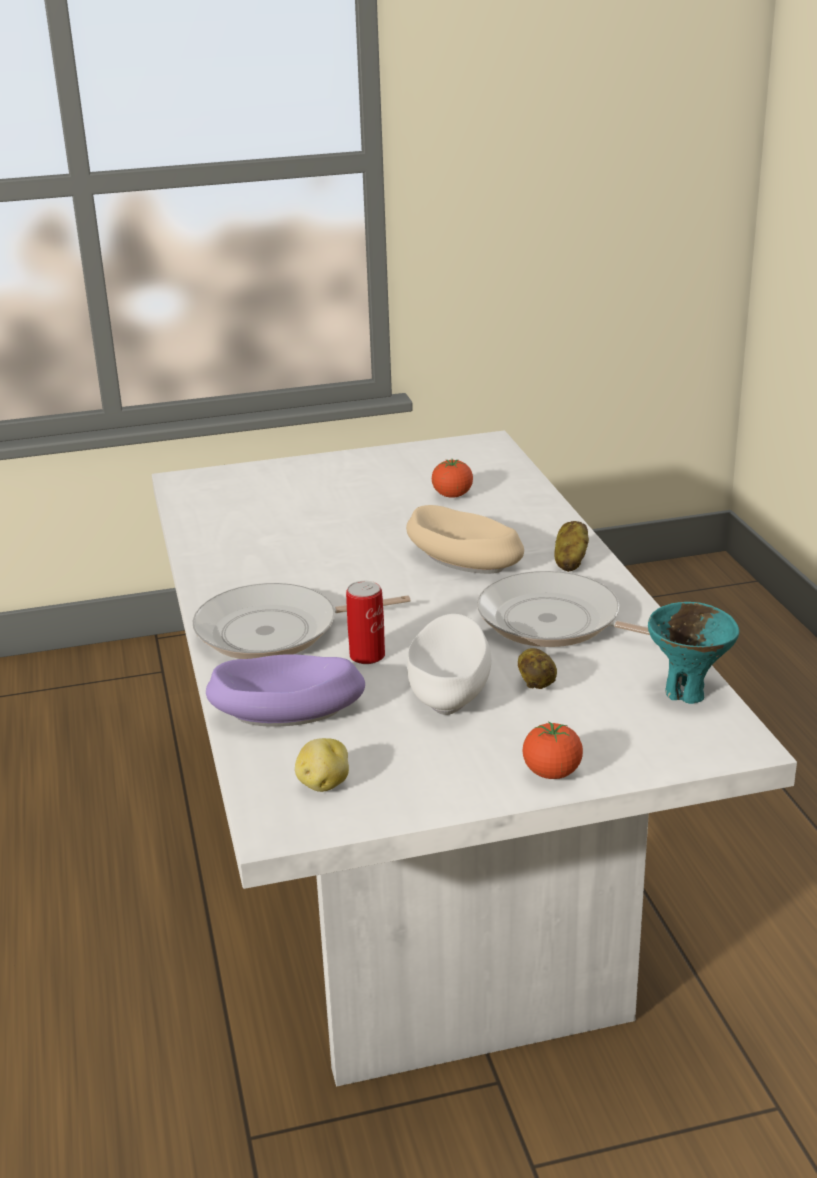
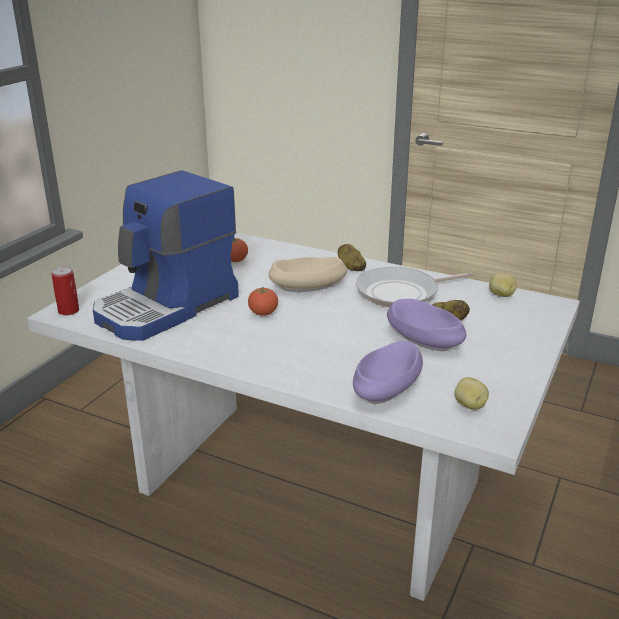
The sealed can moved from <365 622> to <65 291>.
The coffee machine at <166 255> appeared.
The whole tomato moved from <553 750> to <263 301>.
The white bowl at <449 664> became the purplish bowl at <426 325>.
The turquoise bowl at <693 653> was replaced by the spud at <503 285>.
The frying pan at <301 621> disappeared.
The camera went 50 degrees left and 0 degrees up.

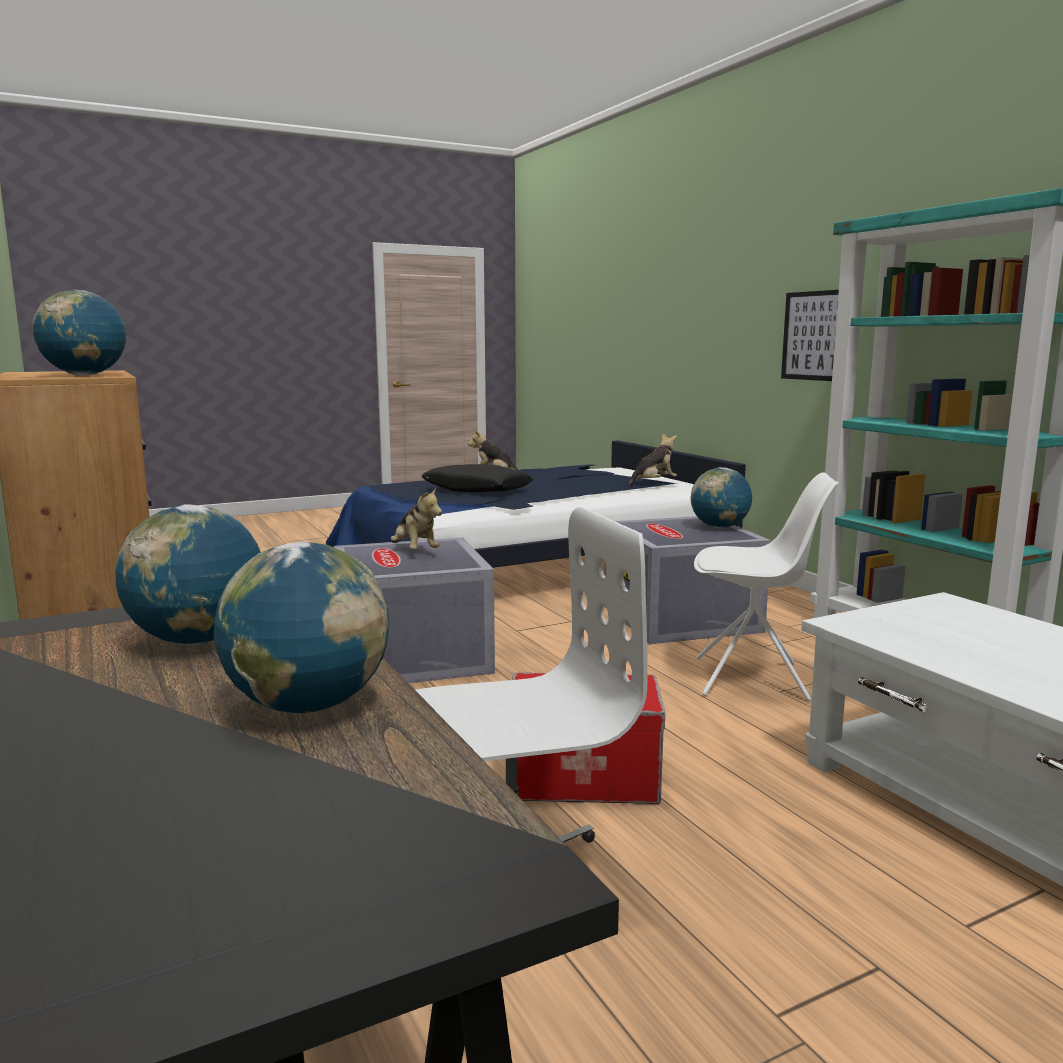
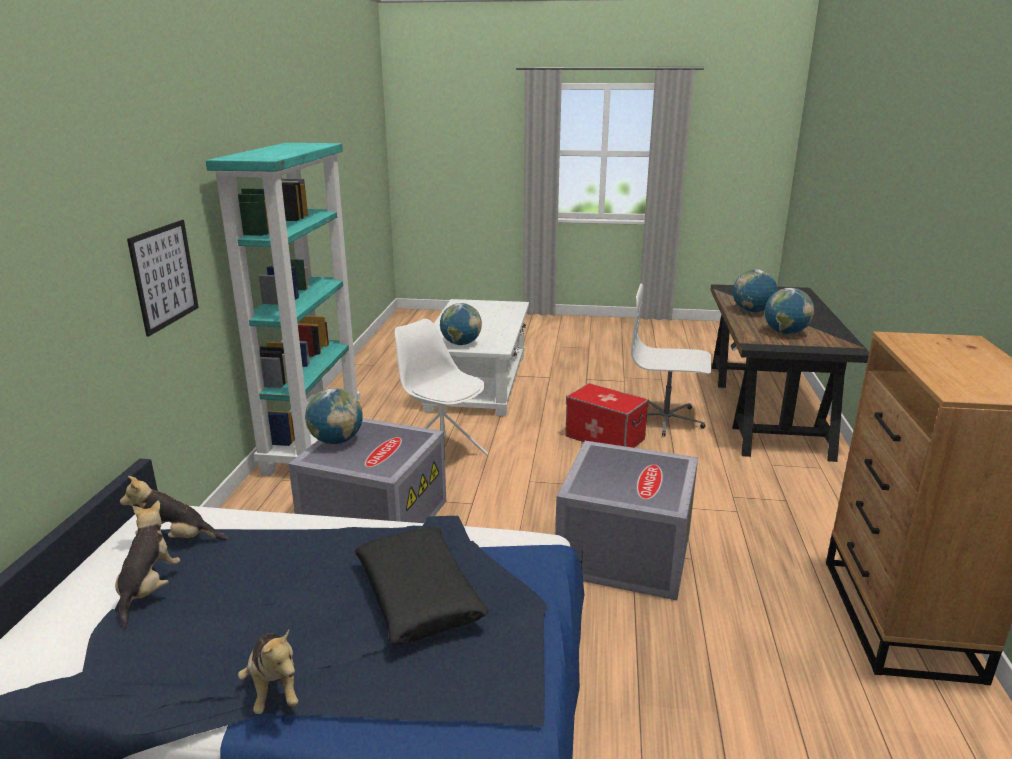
The soft toy moved from <416 518> to <147 564>.
The desk globe moved from <79 333> to <461 324>.
The camera went 145 degrees left and 10 degrees up.

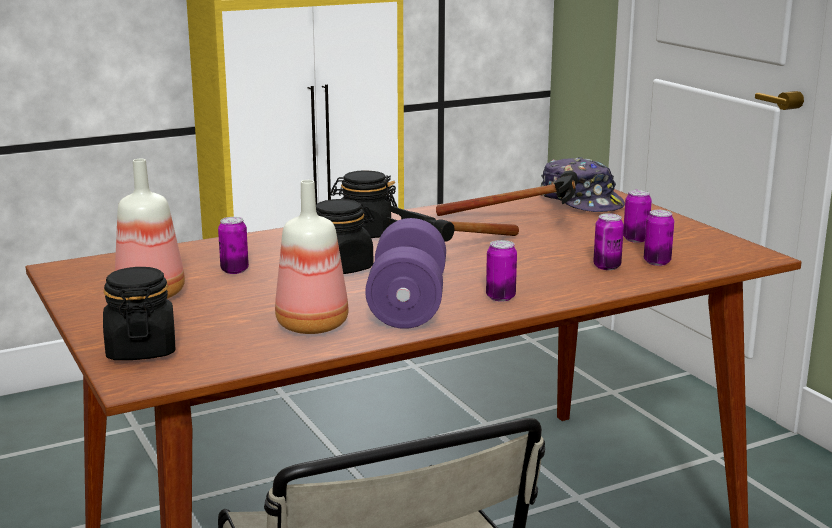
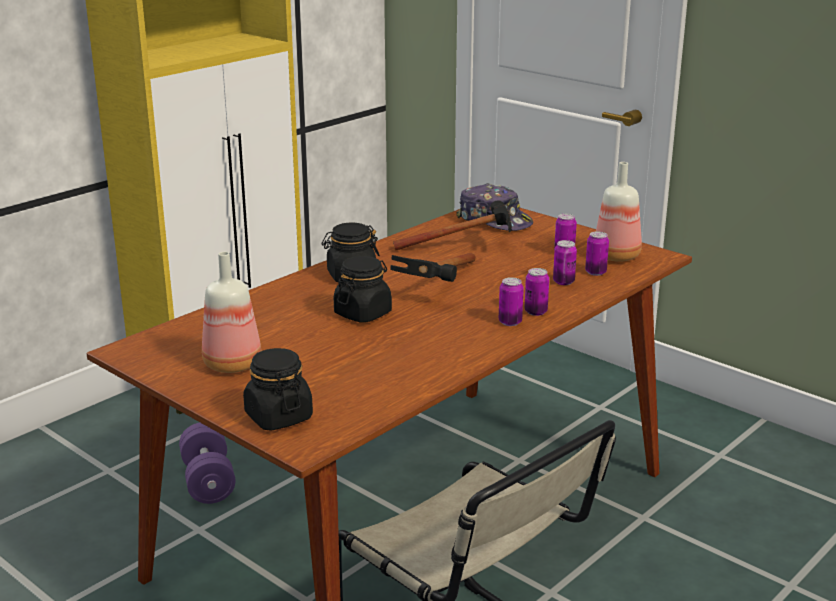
The purplish hand weight moved from <405 273> to <207 463>.
The sealed can moved from <233 245> to <536 292>.
The beverage bottle moved from <311 257> to <619 212>.
The camera went 20 degrees left and 5 degrees up.

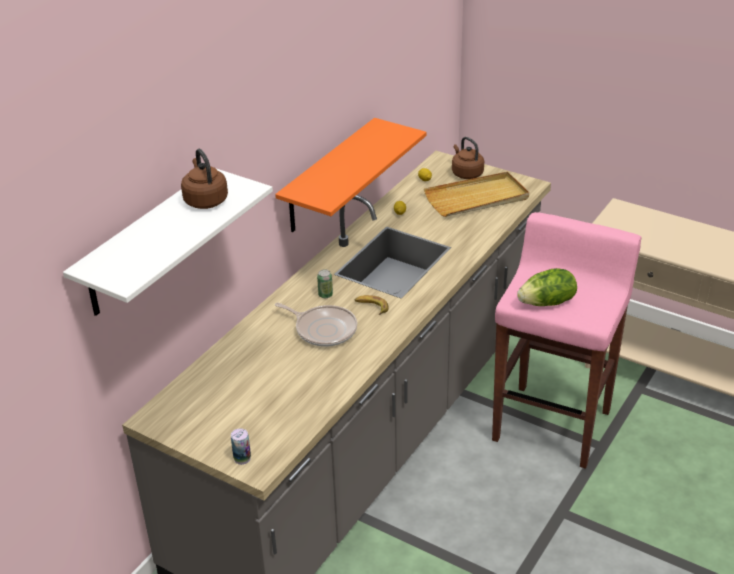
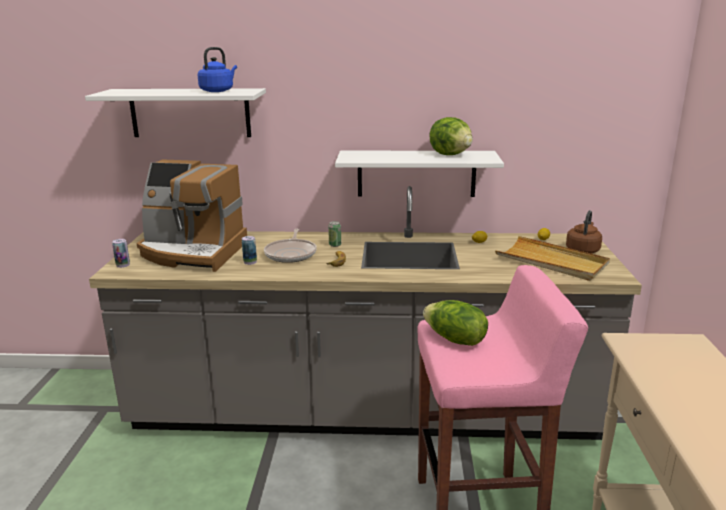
The coffee machine at <192 215> appeared.
The brownish water kettle at <204 179> became the bluish water kettle at <217 69>.
The sealed can at <249 250> appeared.
The orangey bracket shelf at <350 175> became the white bracket shelf at <419 174>.
The lettuce at <451 136> appeared.
The camera went 60 degrees right and 15 degrees down.

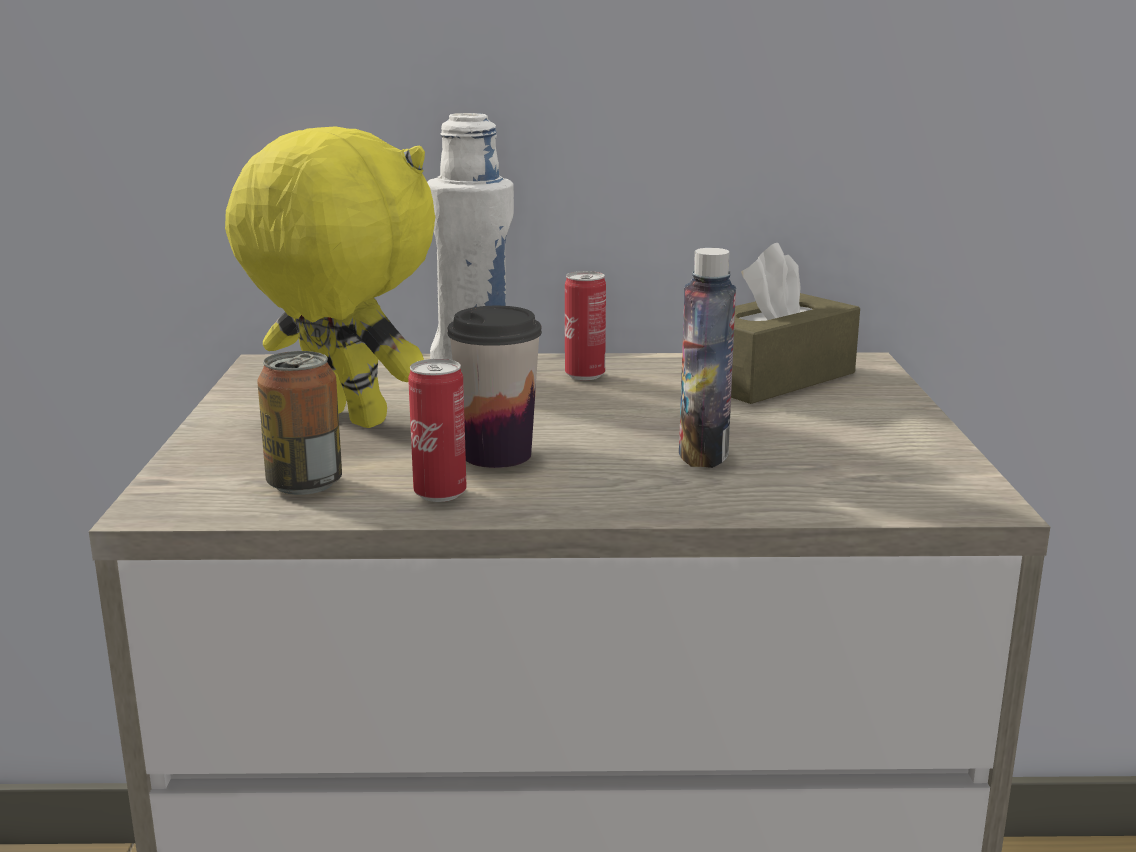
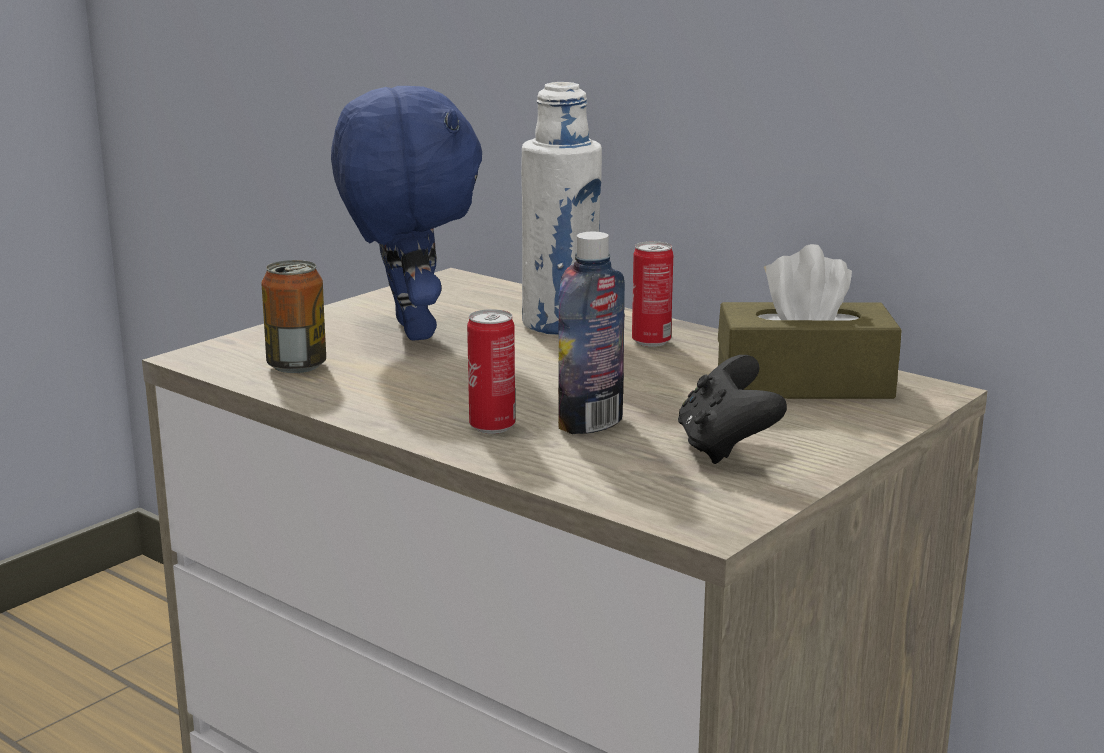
The yellow soft toy at <330 277> became the bluish soft toy at <406 213>.
The sealed can moved from <437 430> to <491 371>.
The black gamepad at <732 409> appeared.
The small cup at <494 387> disappeared.
The camera went 40 degrees right and 0 degrees up.

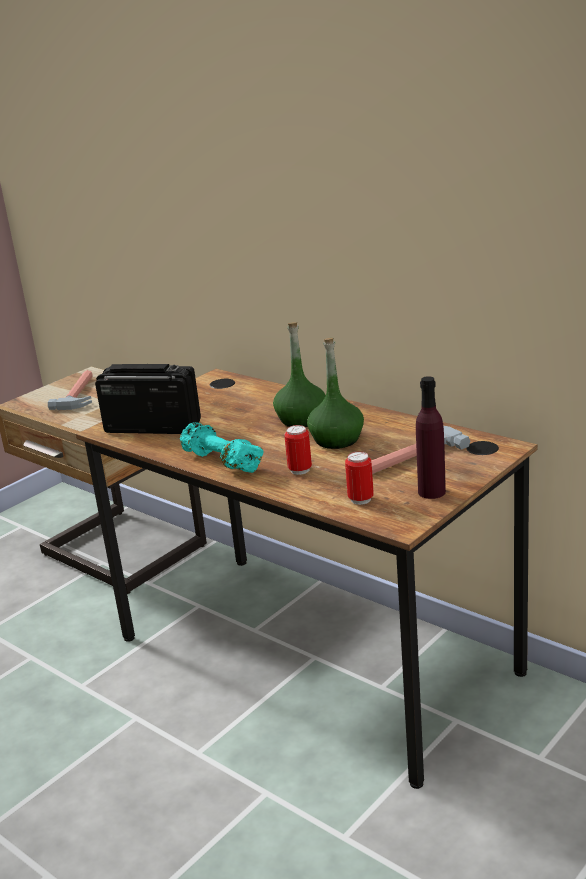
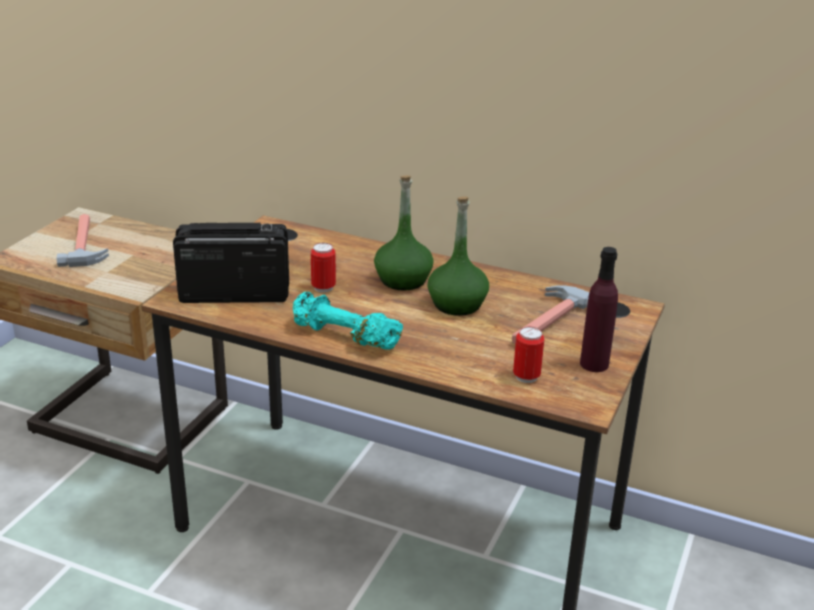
The sealed can moved from <298 450> to <323 268>.
The camera went 20 degrees left and 5 degrees up.

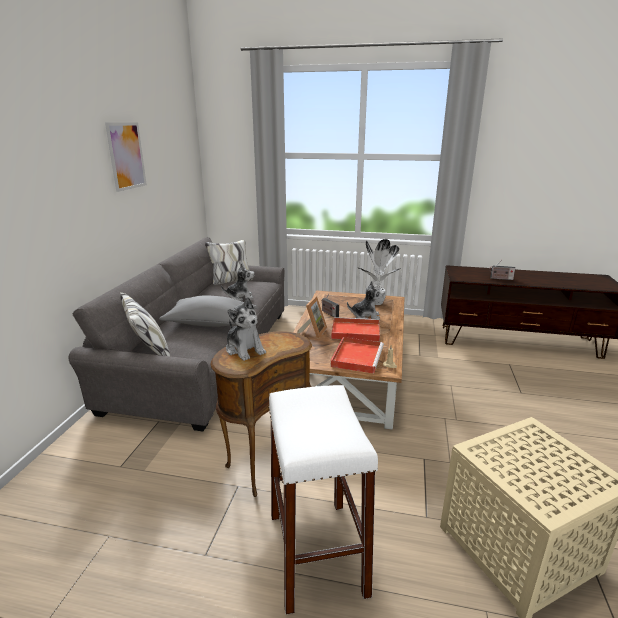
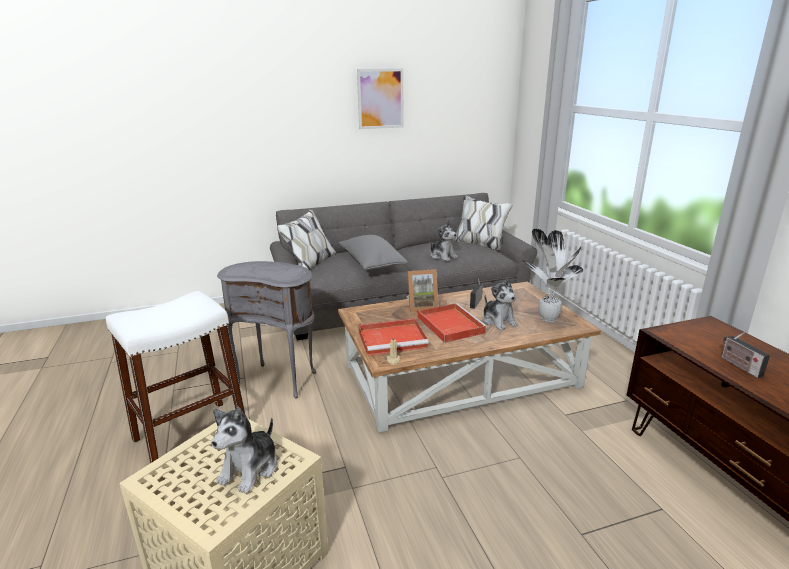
The soft toy moved from <246 329> to <244 450>.
The brownish accent table at <261 414> became the grey accent table at <266 330>.
The camera went 60 degrees right and 0 degrees up.

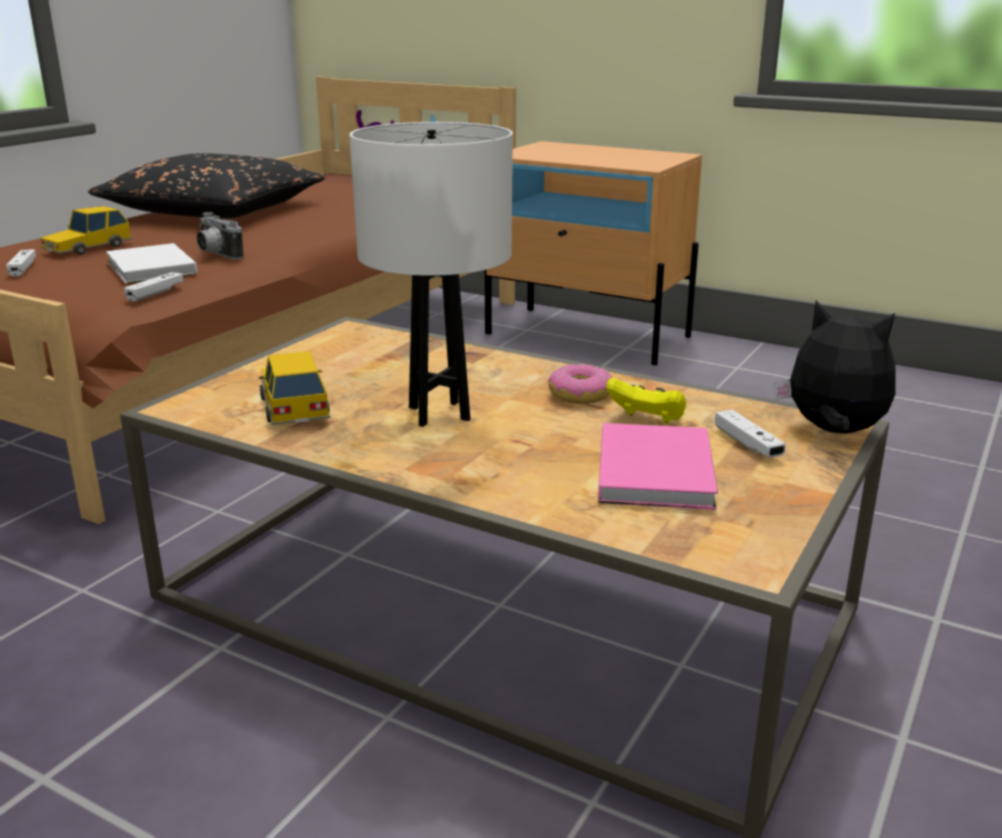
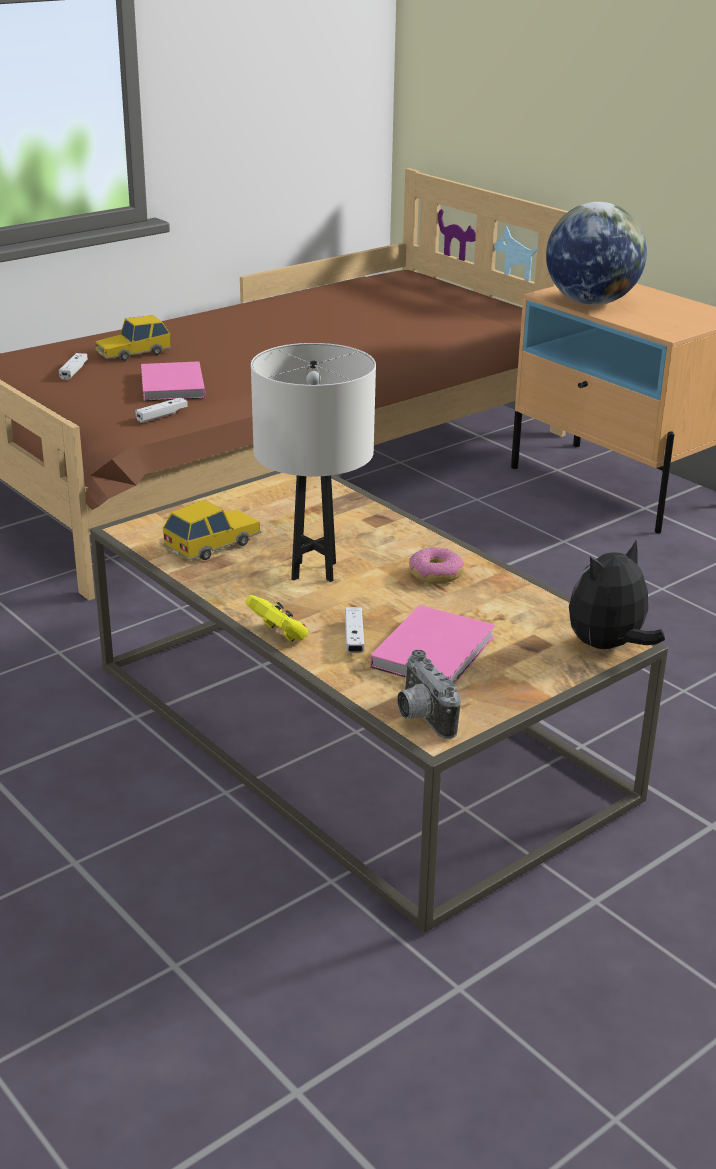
The white volume at <151 263> became the pink-coloured volume at <173 381>.
The toy car at <295 388> turned 45 degrees clockwise.
The yellow gamepad moved from <646 400> to <276 618>.
The white gamepad moved from <750 434> to <354 630>.
The still camera moved from <220 236> to <429 694>.
The desk globe at <596 253> appeared.
The soft toy at <834 367> turned 90 degrees counterclockwise.
The black pillow at <206 185> disappeared.
The camera went 20 degrees right and 5 degrees up.

